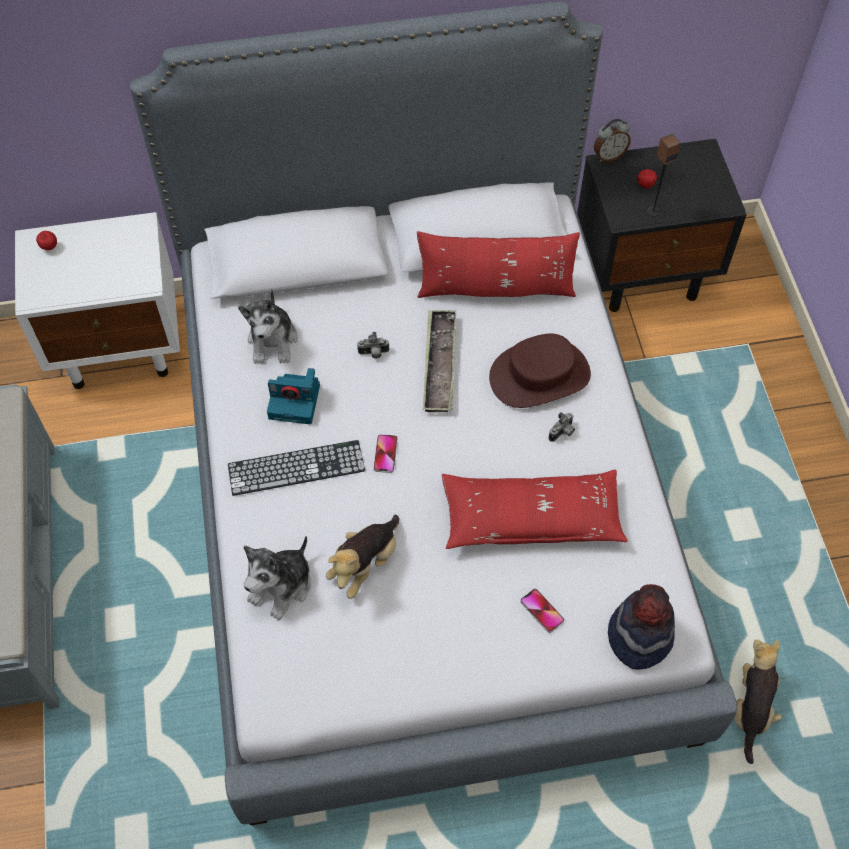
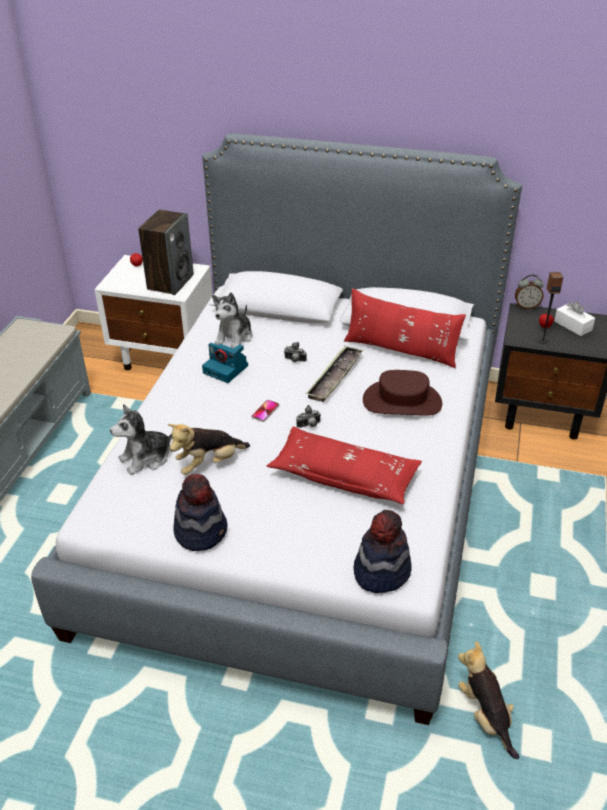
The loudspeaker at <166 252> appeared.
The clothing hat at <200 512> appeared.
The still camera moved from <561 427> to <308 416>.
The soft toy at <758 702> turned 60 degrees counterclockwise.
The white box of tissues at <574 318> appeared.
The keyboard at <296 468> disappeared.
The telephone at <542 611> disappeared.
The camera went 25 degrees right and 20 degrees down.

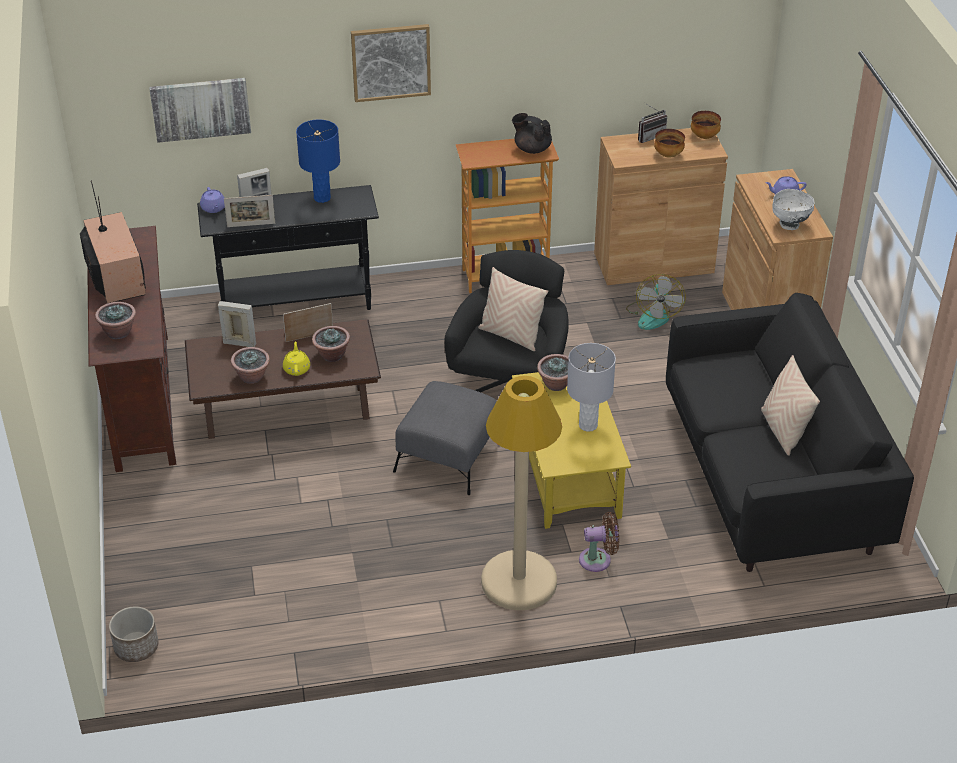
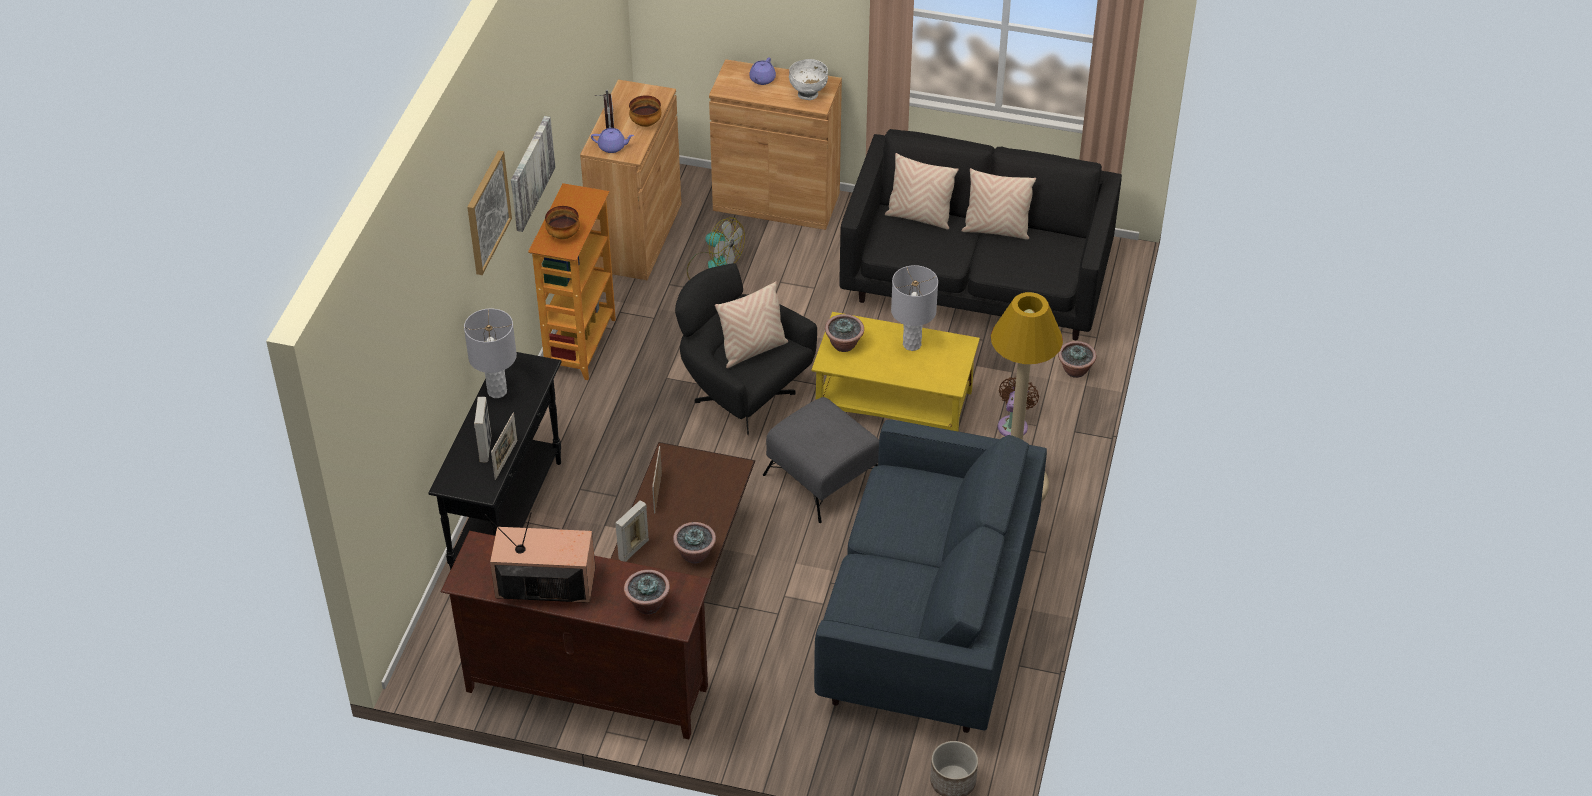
The bluish tabletop lamp at <318 161> became the grey tabletop lamp at <490 353>.
The wall art moved from <200 110> to <533 174>.
The bowl moved from <706 125> to <562 222>.
The purplish teapot moved from <212 200> to <612 140>.
The bluish couch at <930 576> appeared.
The sand-coloured pillow at <922 191> appeared.
The plant in a pot moved from <331 344> to <1077 359>.
The yellow teapot at <296 359> disappeared.
The black teapot at <532 133> disappeared.
The camera went 65 degrees left and 5 degrees up.

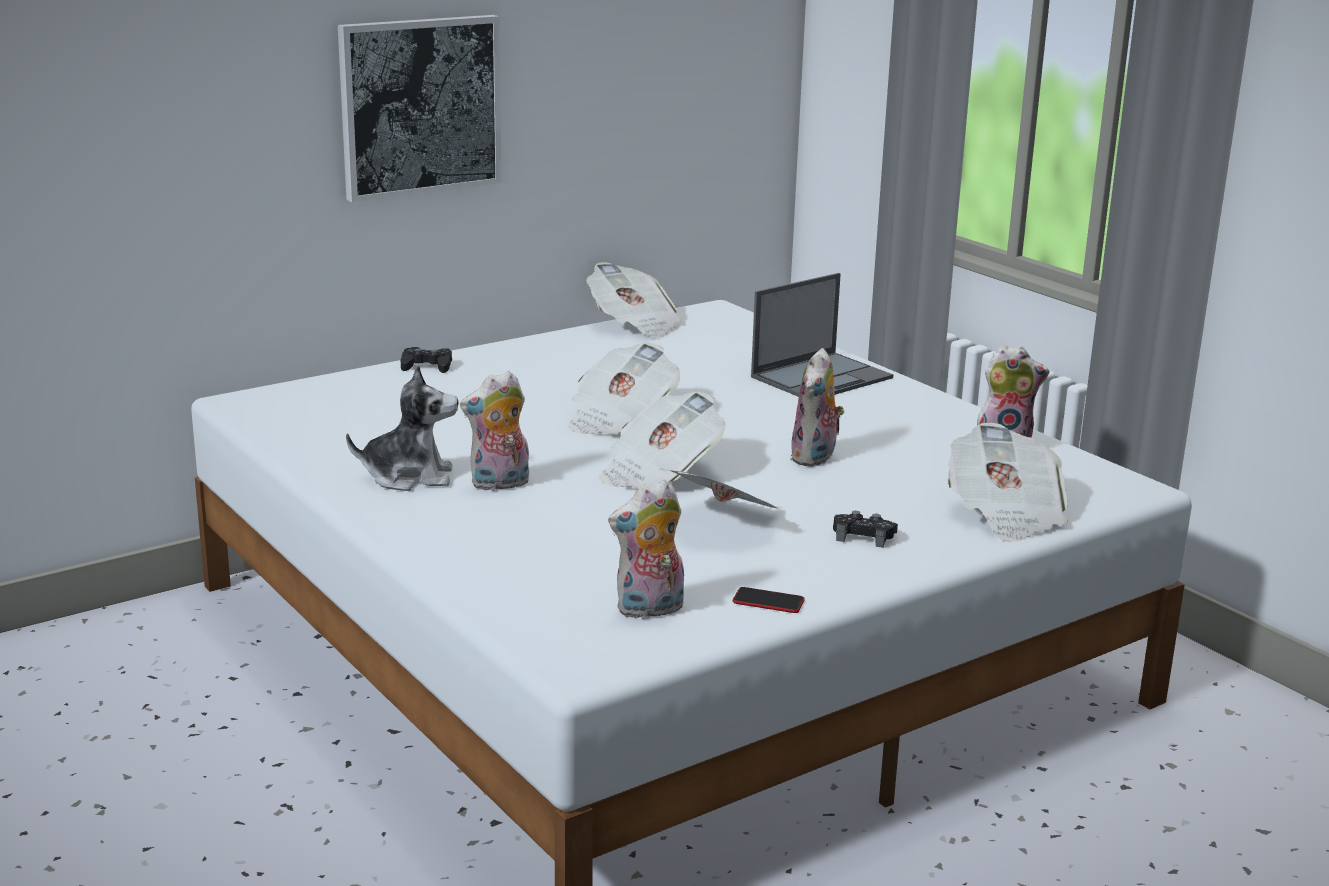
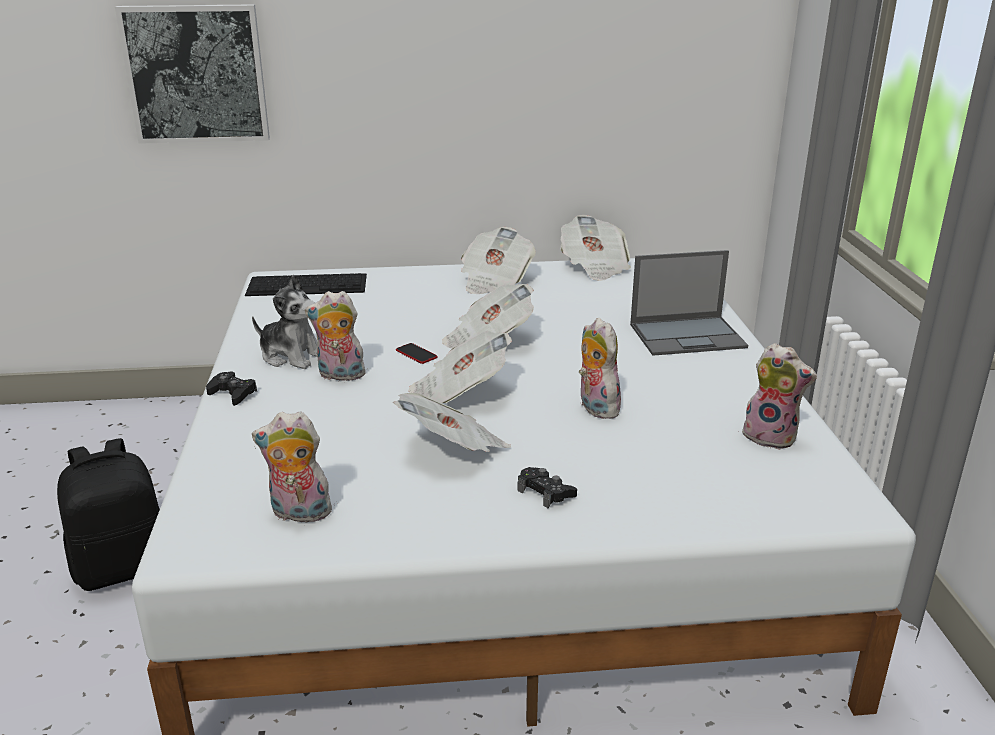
The black backpack at <108 514> appeared.
The wall art moved from <420 108> to <192 74>.
The black gamepad moved from <426 360> to <231 388>.
The keyboard at <306 284> appeared.
The telephone moved from <769 600> to <416 353>.
The daily paper moved from <1007 482> to <498 260>.
The soft toy at <817 407> turned 105 degrees clockwise.
The camera went 30 degrees right and 5 degrees up.

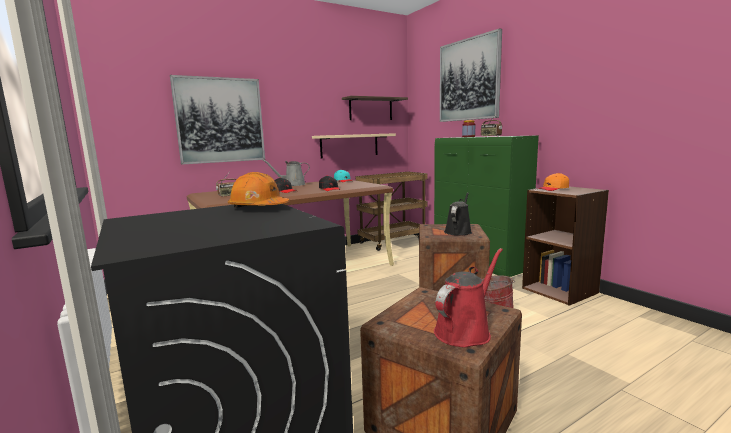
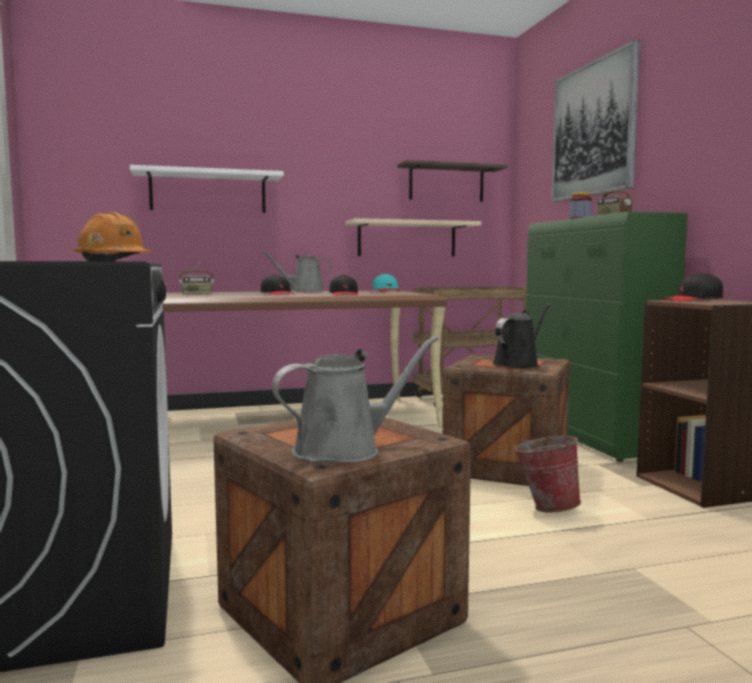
The wall art at <217 120> was replaced by the white bracket shelf at <207 189>.
The red watering can at <468 297> became the grey watering can at <355 399>.
The orangey baseball cap at <553 182> became the black baseball cap at <692 286>.
The camera went 15 degrees right and 5 degrees down.

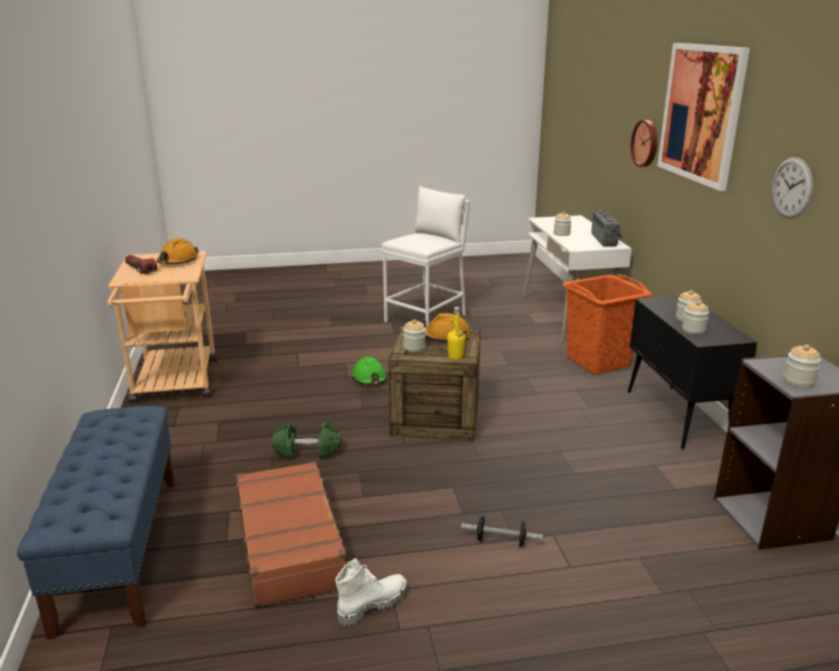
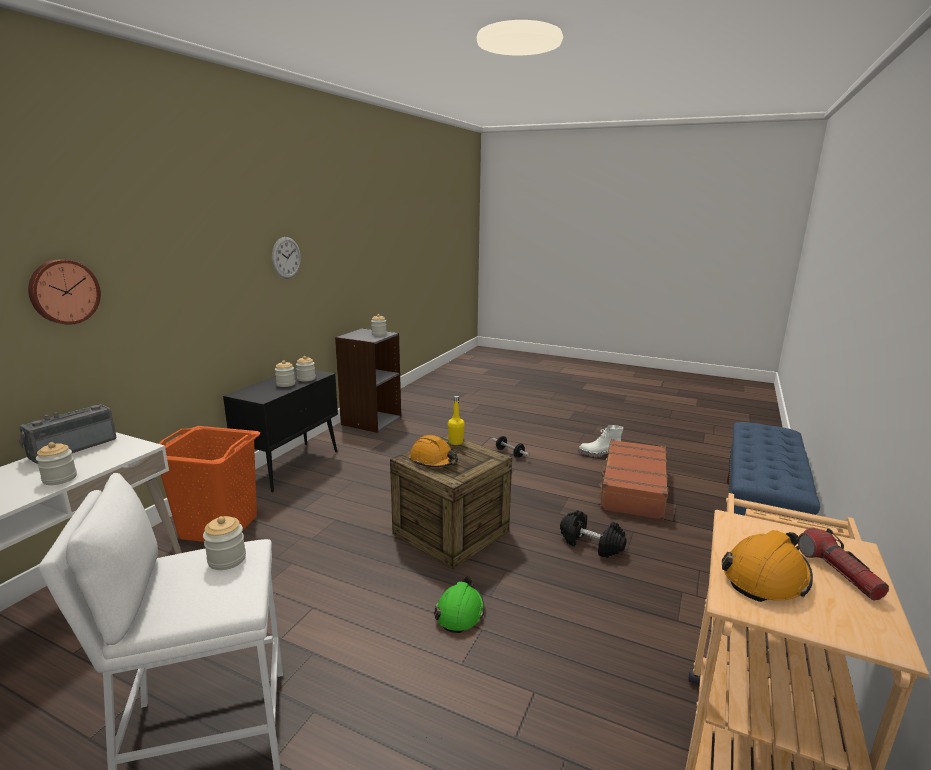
The preserve jar moved from <414 336> to <224 543>.
The greenish hand weight at <306 440> became the black hand weight at <593 534>.
The wall art at <703 117> disappeared.
The camera went 145 degrees left and 5 degrees down.

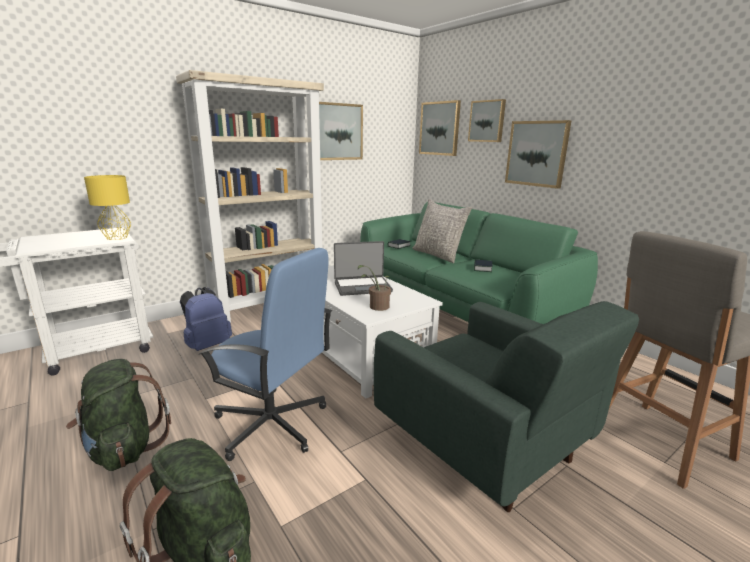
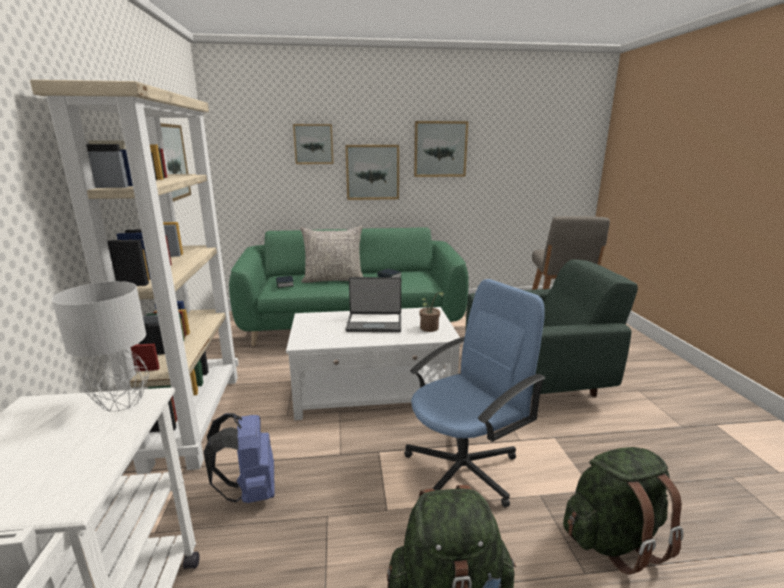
The yellow tabletop lamp at <107 207> became the grey tabletop lamp at <100 346>.
The notebook computer at <363 268> turned 75 degrees clockwise.
The wall art moved from <440 128> to <441 149>.
The camera went 60 degrees left and 0 degrees up.

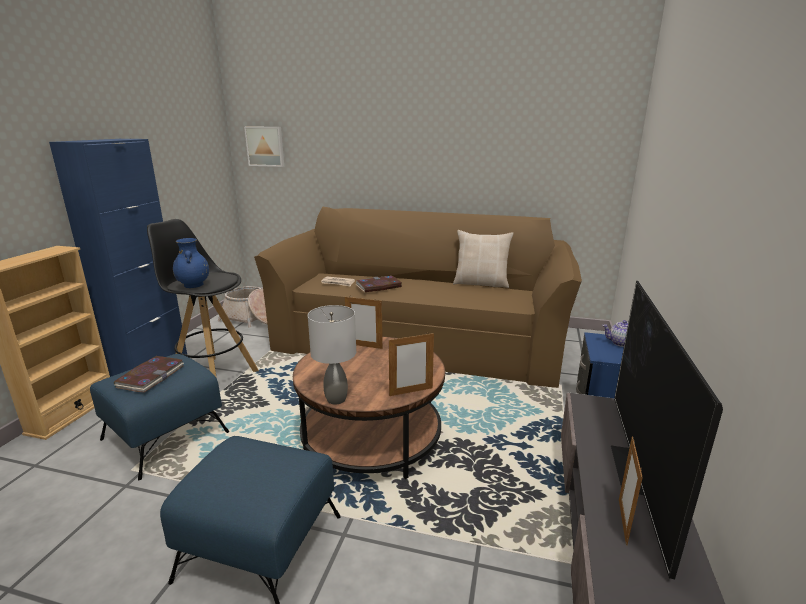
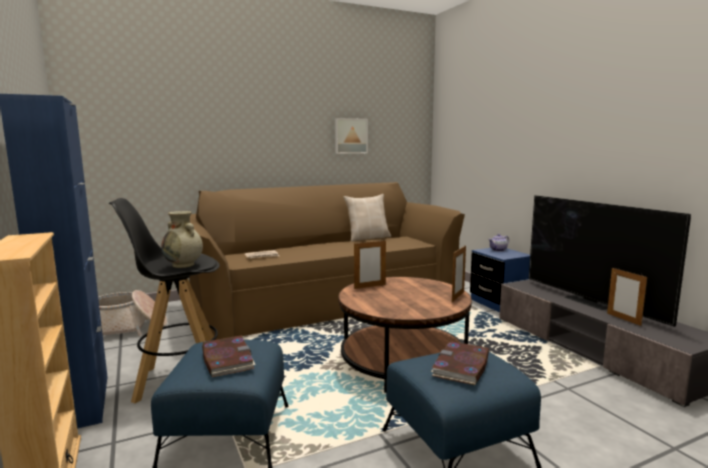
The bluish vase at <191 263> became the sand-coloured vase at <182 239>.
The wall art moved from <264 147> to <351 136>.
The volume moved from <378 284> to <460 363>.
The grey tabletop lamp at <332 355> disappeared.
The camera went 40 degrees left and 10 degrees down.

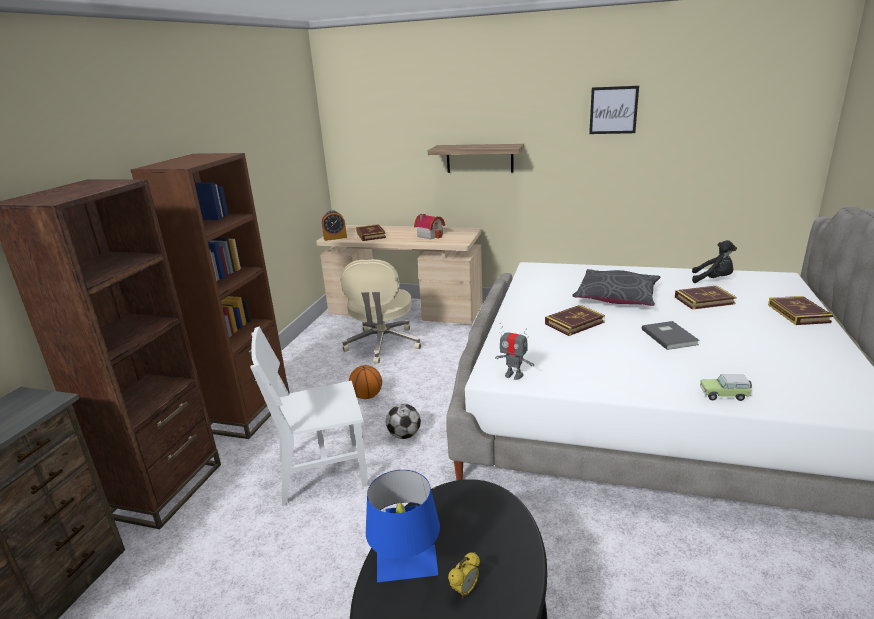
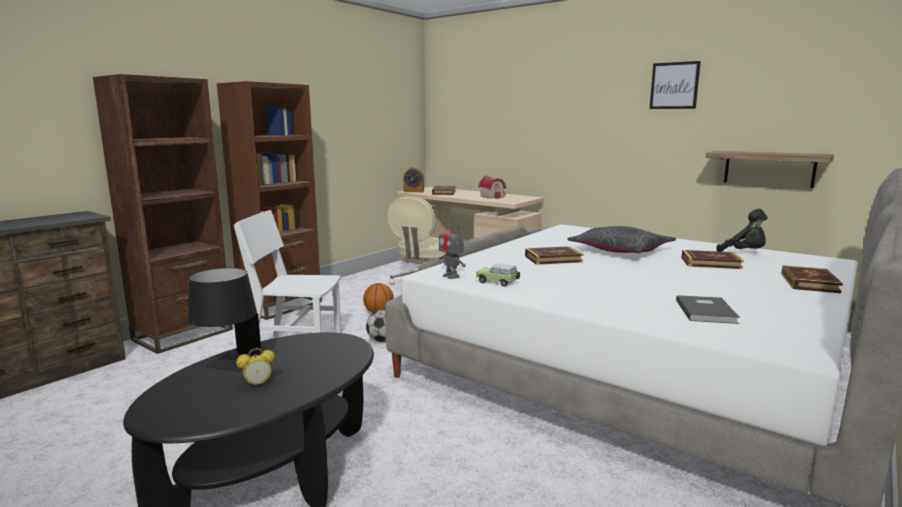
The bluish tabletop lamp at <403 526> became the black tabletop lamp at <224 320>.
The toy car moved from <726 387> to <498 275>.
The grey volume moved from <671 335> to <708 309>.
The bracket shelf moved from <476 158> to <770 169>.
The camera went 20 degrees right and 10 degrees down.

